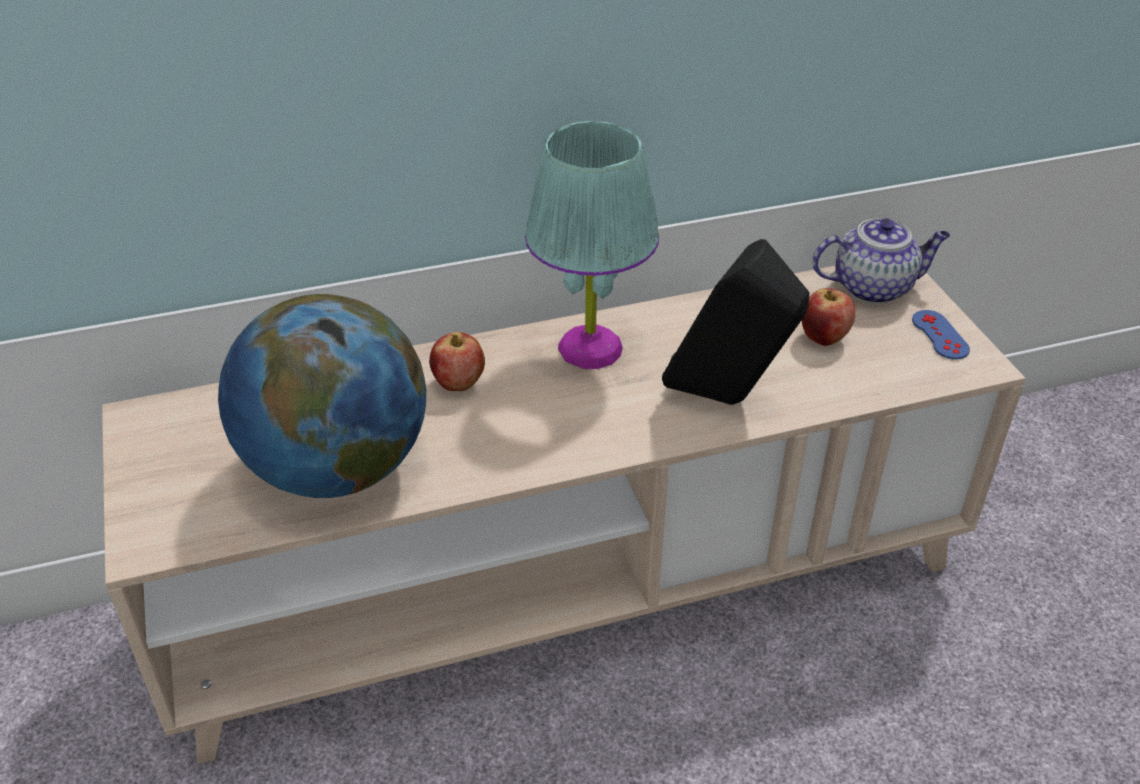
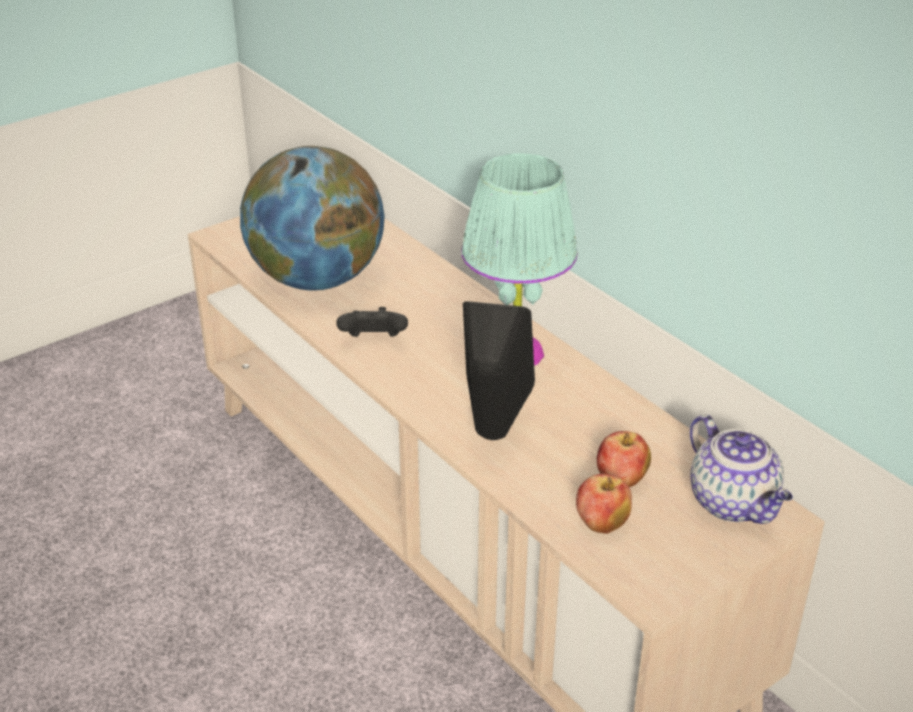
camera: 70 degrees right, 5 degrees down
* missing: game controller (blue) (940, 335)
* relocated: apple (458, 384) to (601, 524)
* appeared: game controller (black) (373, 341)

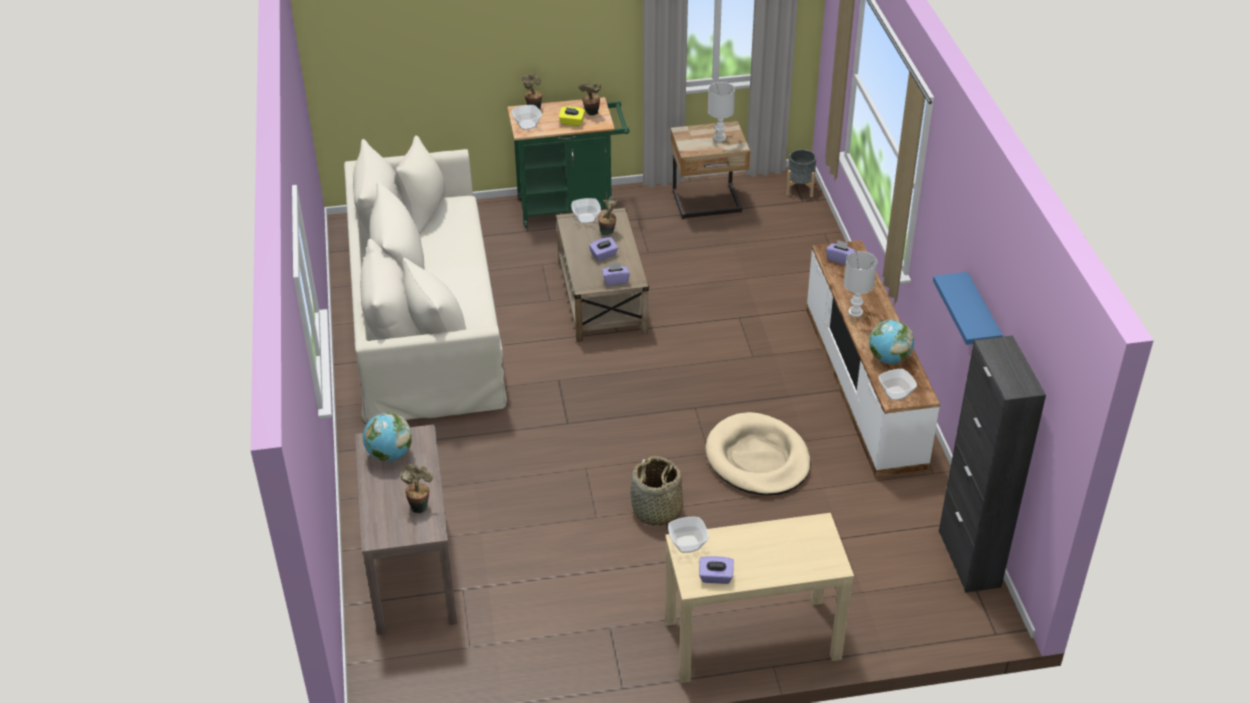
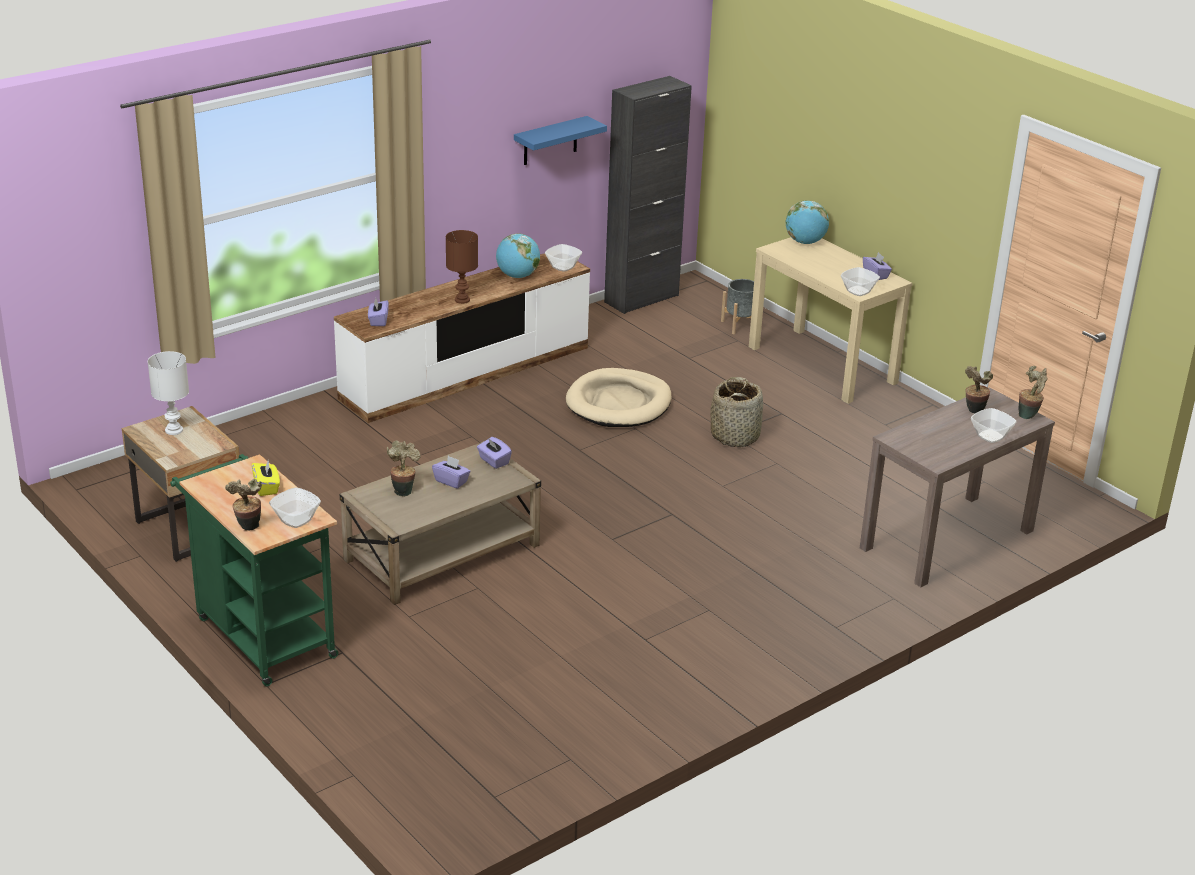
camera: 120 degrees left, 10 degrees down
* relocated: potted plant (591, 114) to (1029, 415)
* missing: sofa (beige) (426, 319)
* relocated: planter (grey) (799, 188) to (740, 325)
* relocated: bowl (585, 218) to (990, 437)
* colour: table lamp (white) (854, 312) to table lamp (brown) (462, 300)
* relocated: globe (389, 454) to (805, 242)

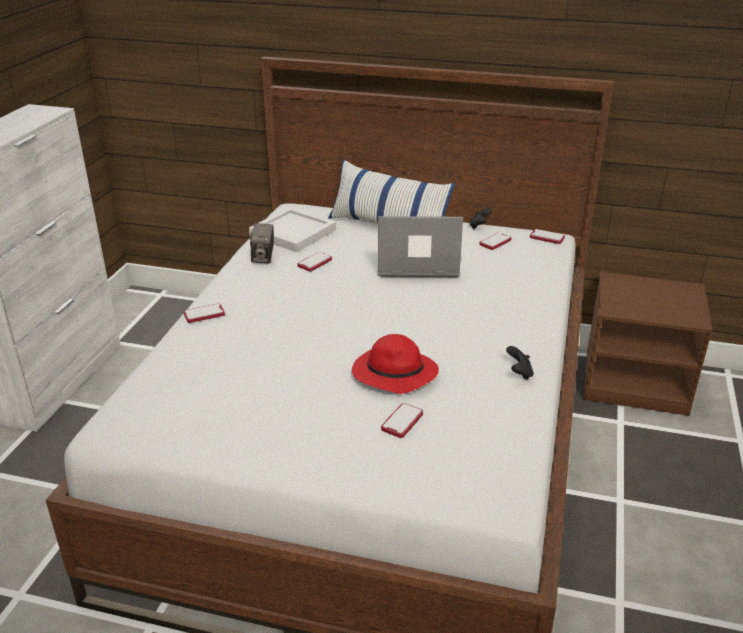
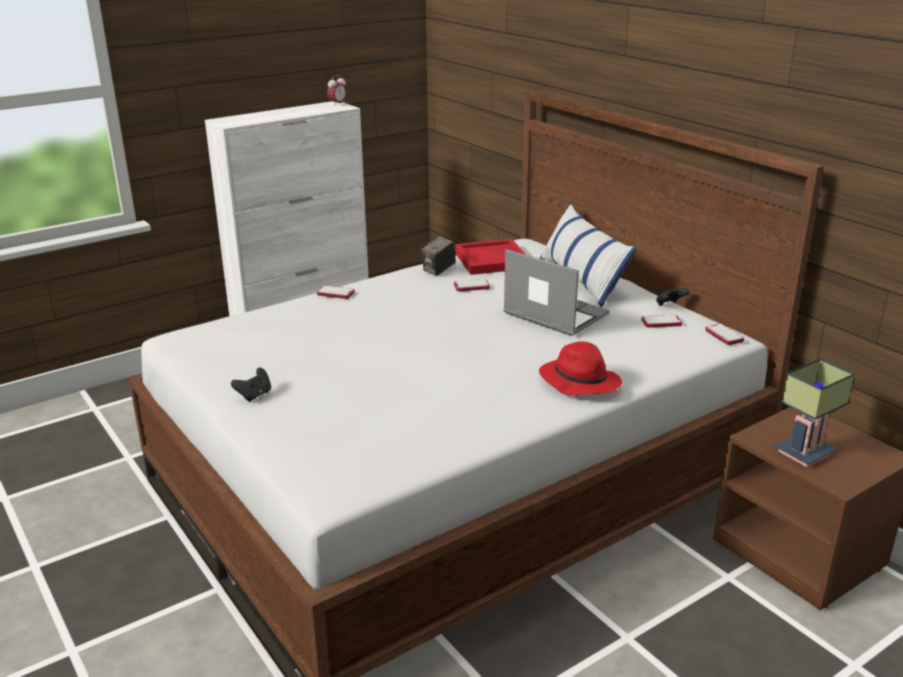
camera: 40 degrees right, 5 degrees down
* colour: tray (white) (293, 232) to tray (red) (492, 259)
* relocated: hat (red) (393, 374) to (578, 381)
* relocated: game controller (black) (519, 373) to (254, 395)
* missing: phone (402, 421)
* appeared: alarm clock (338, 104)
* appeared: table lamp (804, 451)

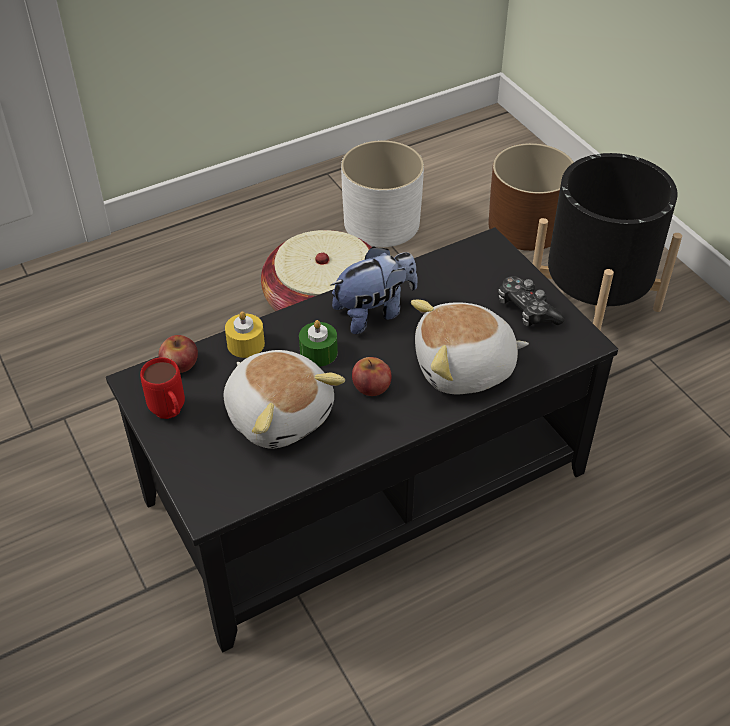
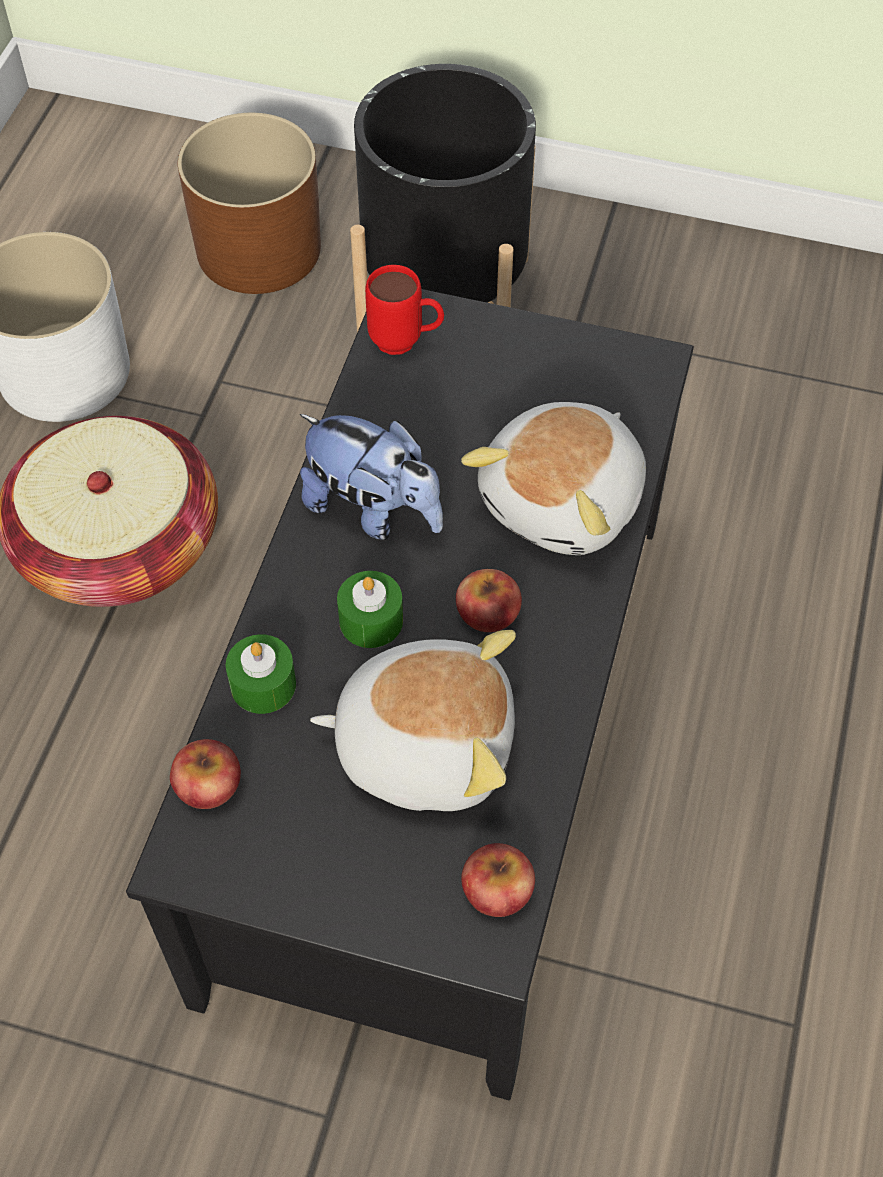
camera: 45 degrees left, 10 degrees up
* spun: plush toy (374, 312) = (373, 510) 105 degrees clockwise
* missing: game controller (527, 310)
* colour: candle (yellow) (246, 344) to candle (green) (263, 684)
* relocated: mug (red) (170, 414) to (406, 343)
* appeared: apple (497, 890)

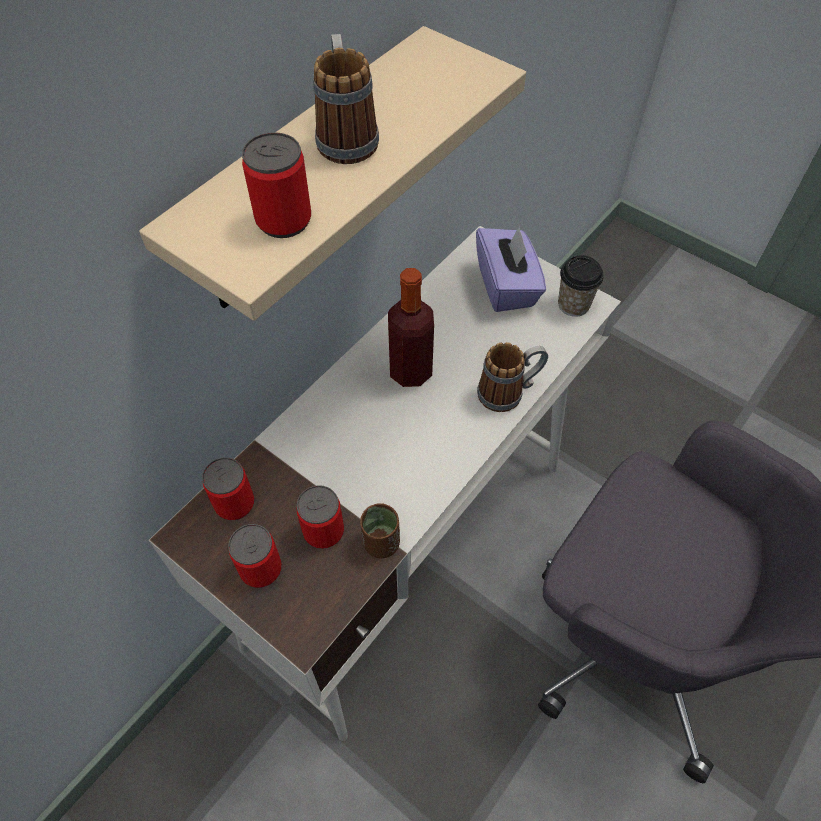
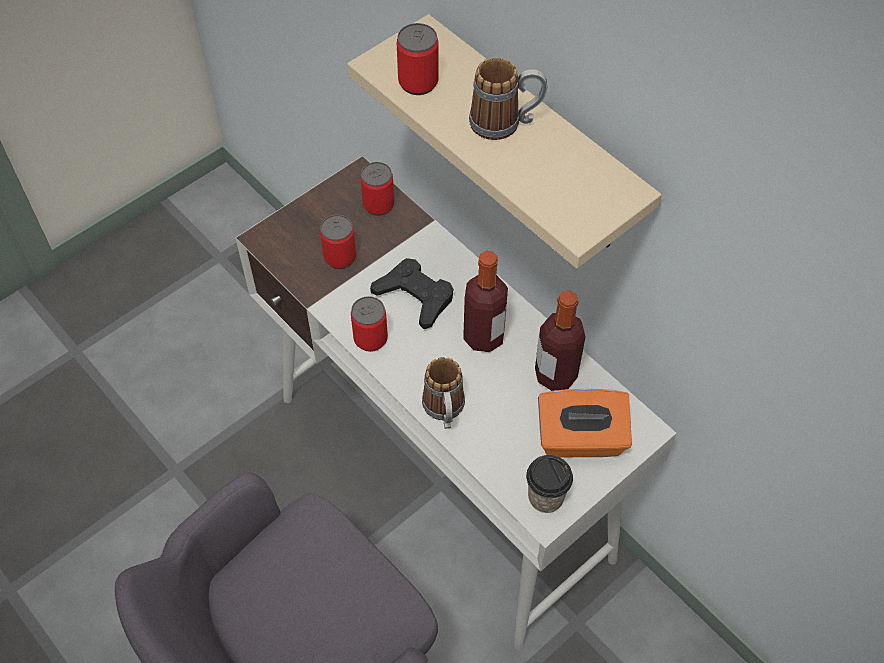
camera: 100 degrees right, 0 degrees up
* colour: tissue box (purple) (507, 286) to tissue box (orange) (581, 439)
* missing: cup (brown) (381, 543)
* relocated: can (261, 569) to (370, 338)
* appeared: game controller (black) (415, 296)
* appeared: bottle (555, 374)

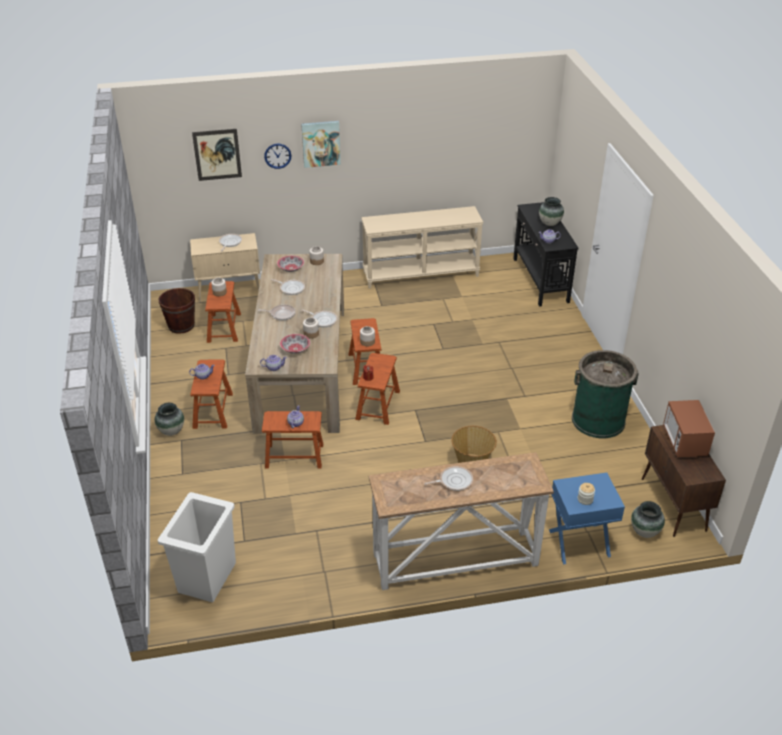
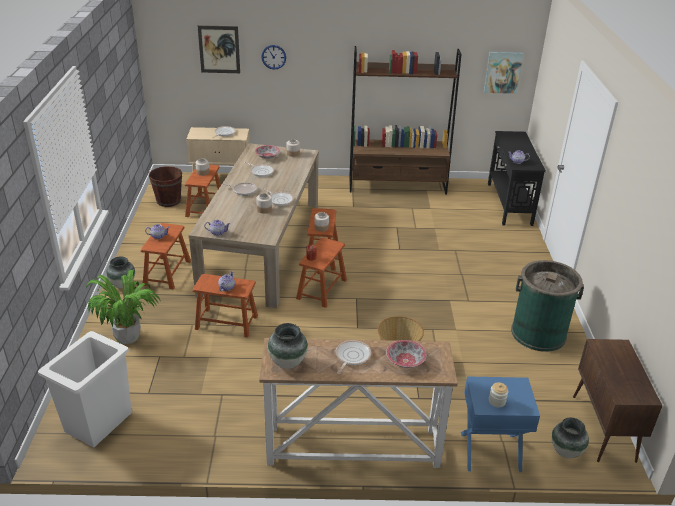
camera: 10 degrees right, 5 degrees down
* relocated: picture (321, 143) to (502, 72)
* relocated: vase (550, 223) to (288, 362)
* exchanged: console table (beige) (421, 273) to bookcase (brown) (397, 186)
* relocated: bowl (295, 349) to (405, 361)
* missing: microwave (684, 442)
* spun: frying pan (454, 481) = (351, 356) 60 degrees counterclockwise
* appeared: potted plant (127, 337)

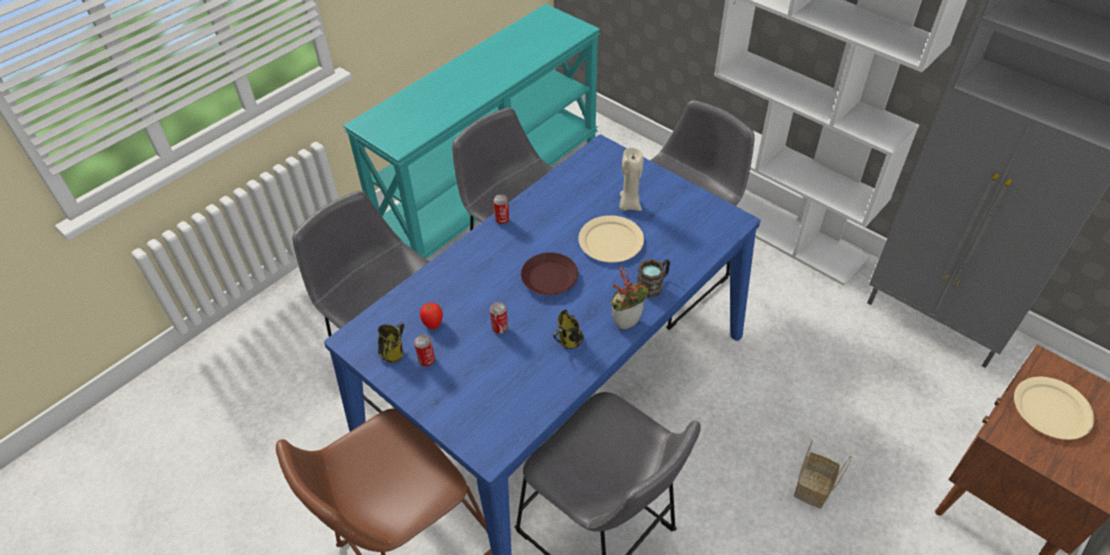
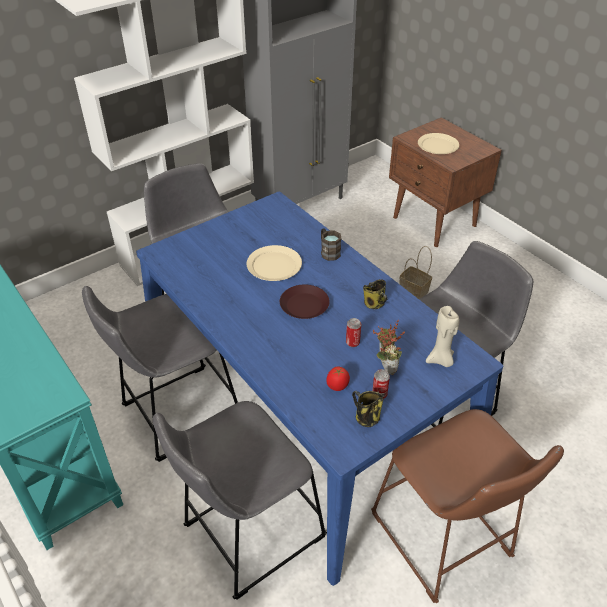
camera: 80 degrees left, 5 degrees down
* relocated: candle (beige) (629, 205) to (440, 360)
* missing: can (502, 220)
* relocated: potted plant (627, 320) to (385, 367)

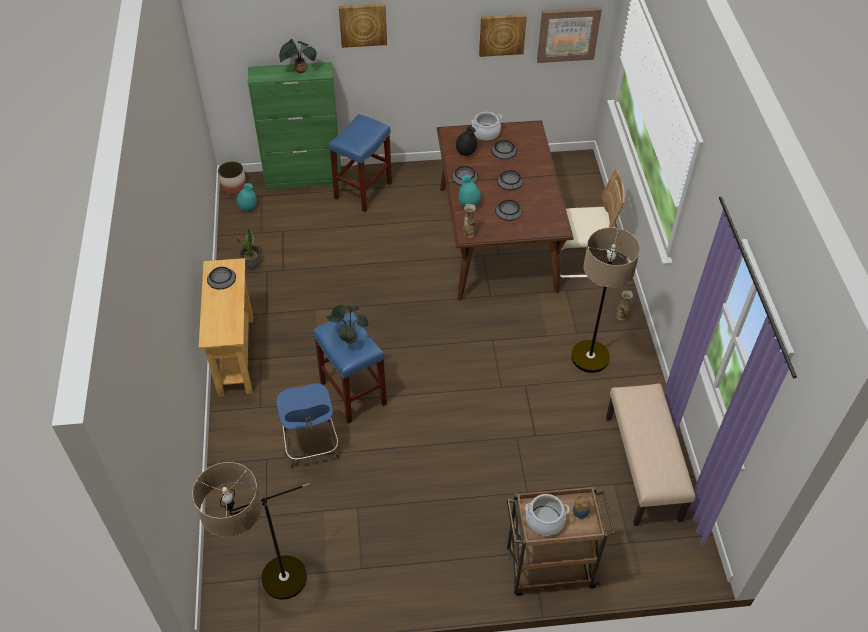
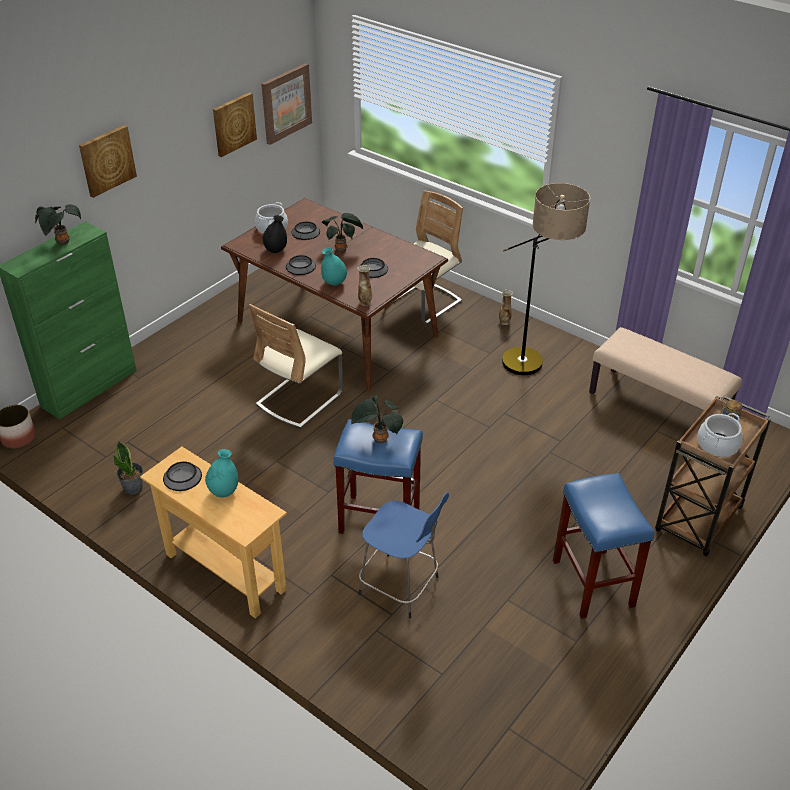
camera: 45 degrees left, 10 degrees down
* relocated: stool (blue) (363, 191) to (594, 584)
* exchanged: bowl (509, 181) to potted plant (342, 249)
* relocated: vase (turquoise) (248, 208) to (224, 491)
* missing: floor lamp (271, 591)
* appeared: chair (beige) (299, 399)

